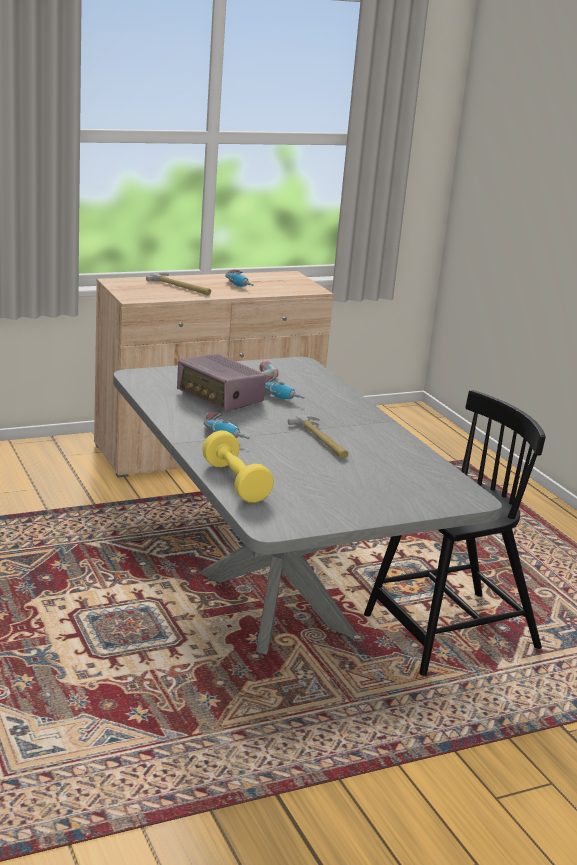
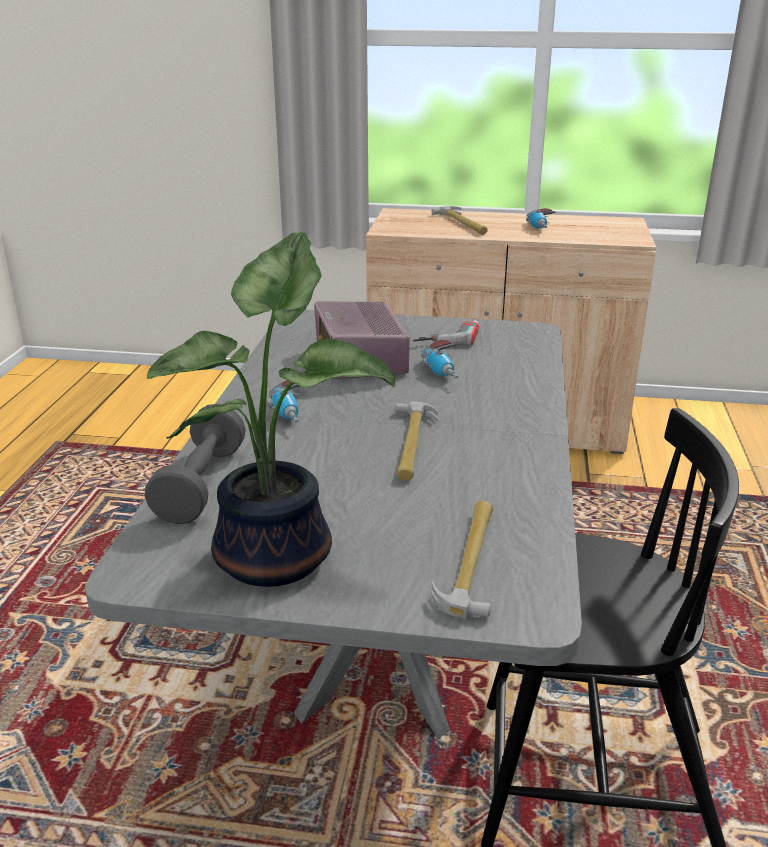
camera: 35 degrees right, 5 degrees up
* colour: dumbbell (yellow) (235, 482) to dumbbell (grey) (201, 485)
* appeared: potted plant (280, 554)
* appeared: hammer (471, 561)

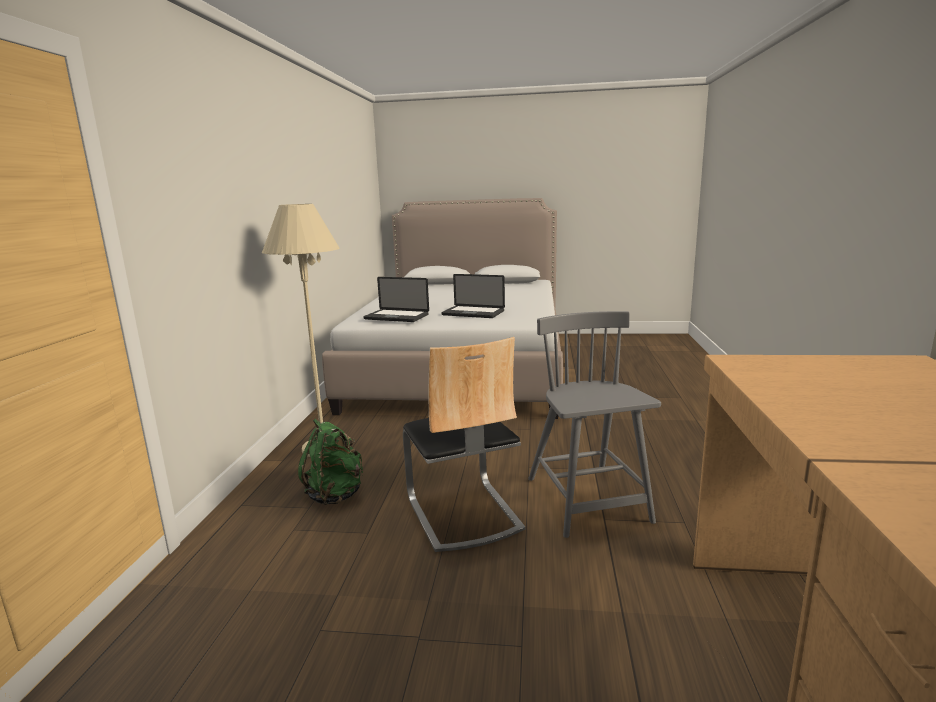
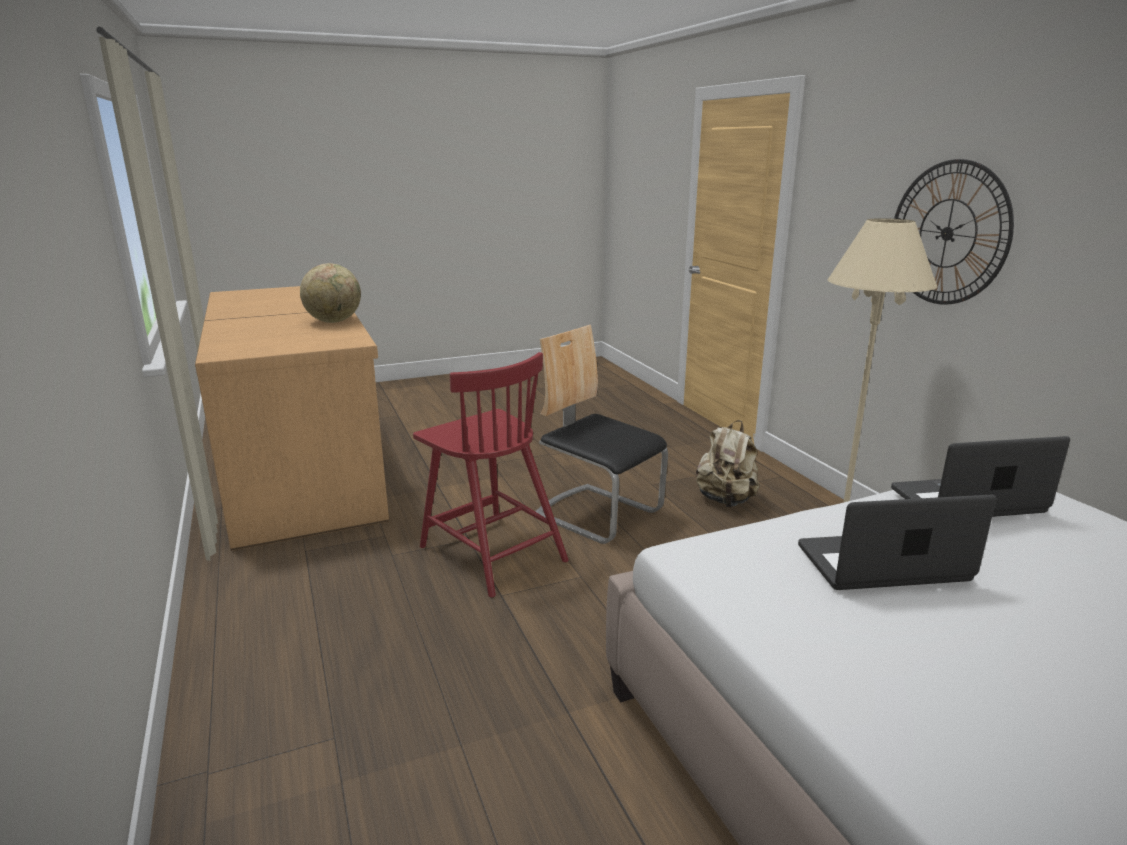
camera: 150 degrees right, 5 degrees up
* colour: chair (grey) (588, 501) to chair (red) (491, 552)
* colour: backpack (green) (336, 495) to backpack (beige) (726, 500)
* appeared: wall clock (947, 233)
* appeared: globe (334, 321)

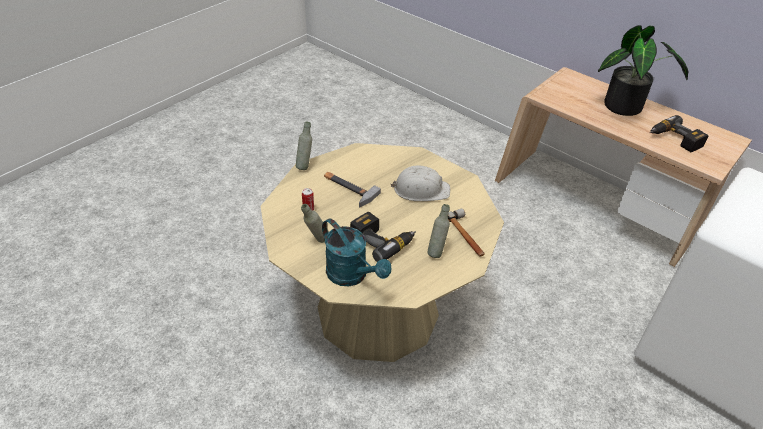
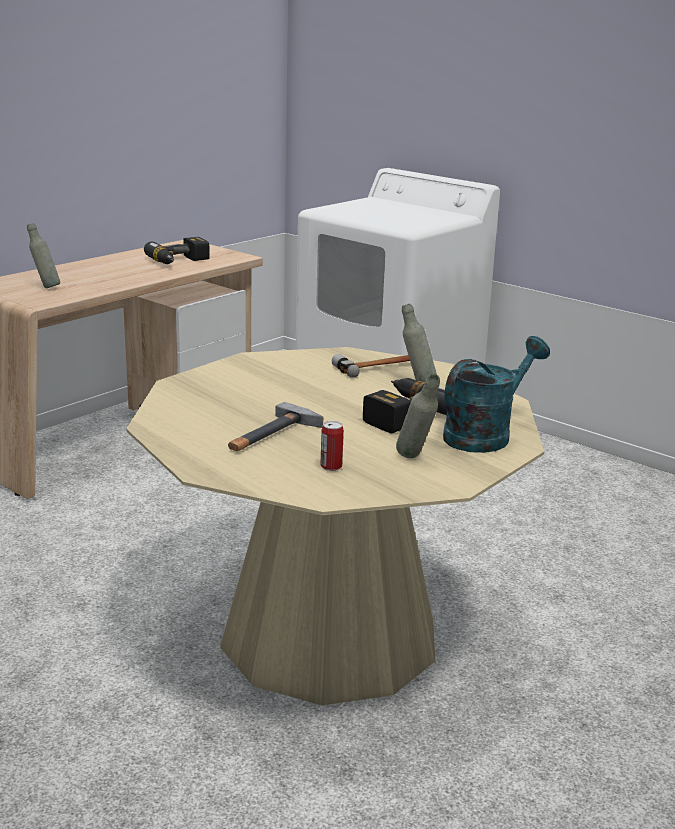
camera: 90 degrees left, 20 degrees down
* missing: potted plant (627, 108)
* relocated: bottle (grey) (305, 166) to (45, 287)
* missing: hard hat (white) (421, 189)

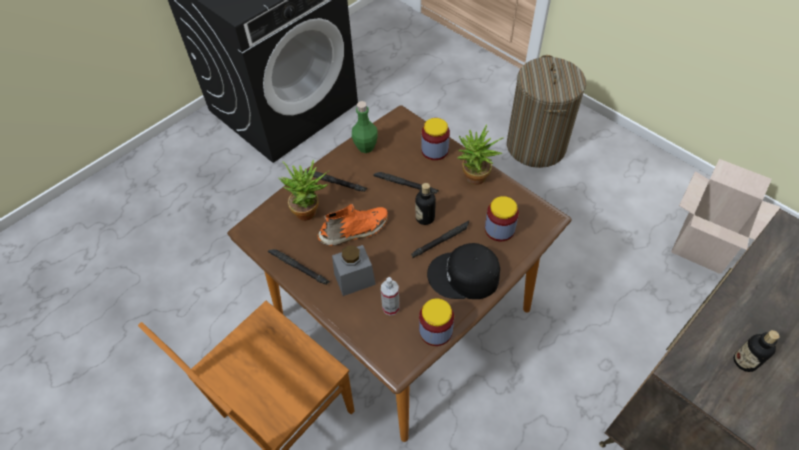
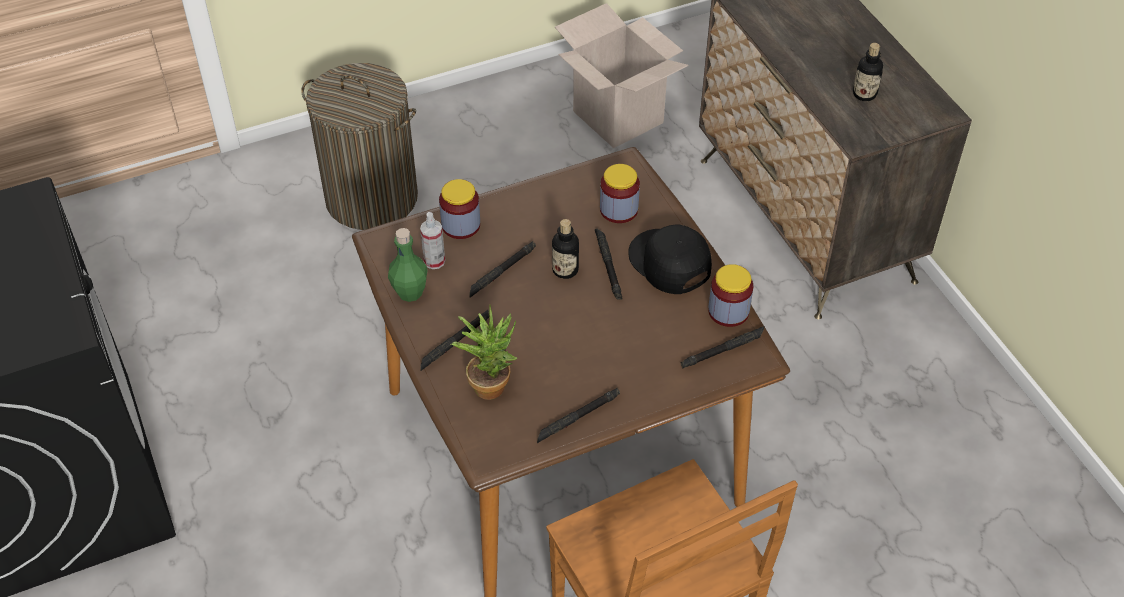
camera: 70 degrees left, 5 degrees down
* missing: potted plant (474, 180)
* missing: shoe (orange) (355, 231)
* spun: cap (black) (464, 276) = (668, 262) 120 degrees clockwise
* missing: jar (grey) (354, 279)
* relocated: spray bottle (391, 307) to (434, 261)
* appeared: flashlight (black) (723, 350)

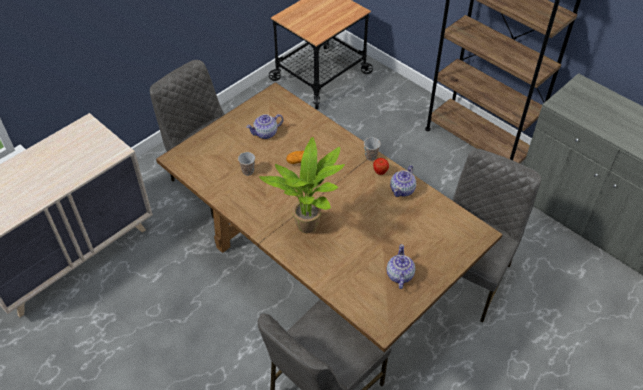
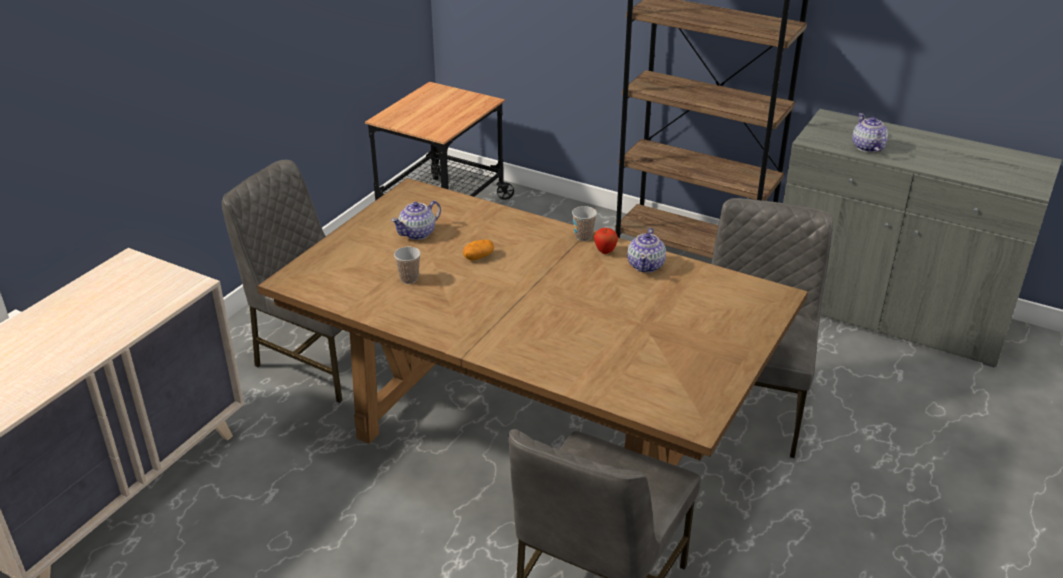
camera: 15 degrees left, 15 degrees down
* missing: potted plant (309, 229)
* relocated: teapot (399, 275) to (867, 147)

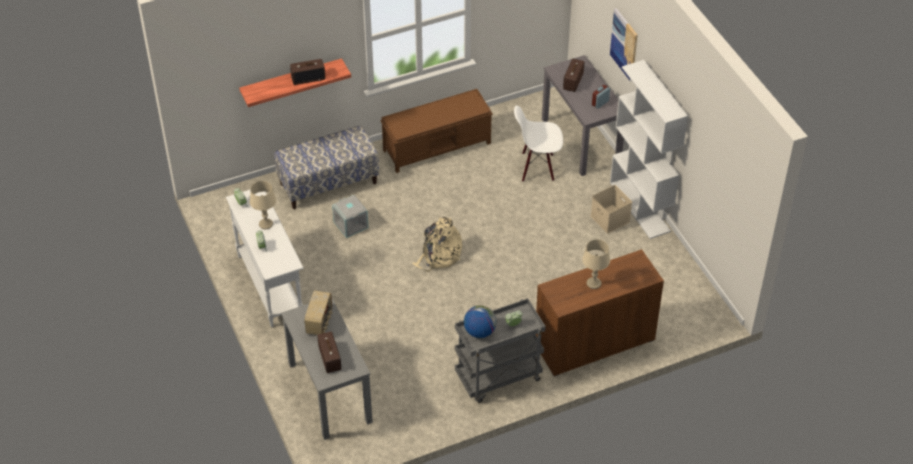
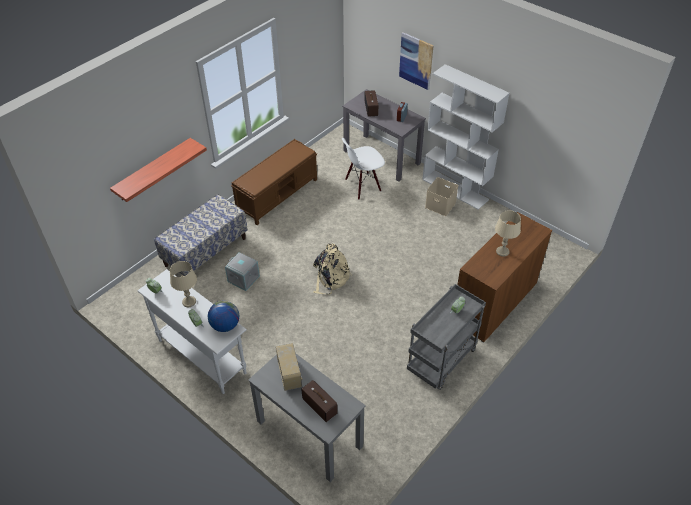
camera: 25 degrees left, 0 degrees up
* missing: radio (308, 78)
* relocated: globe (479, 331) to (225, 325)

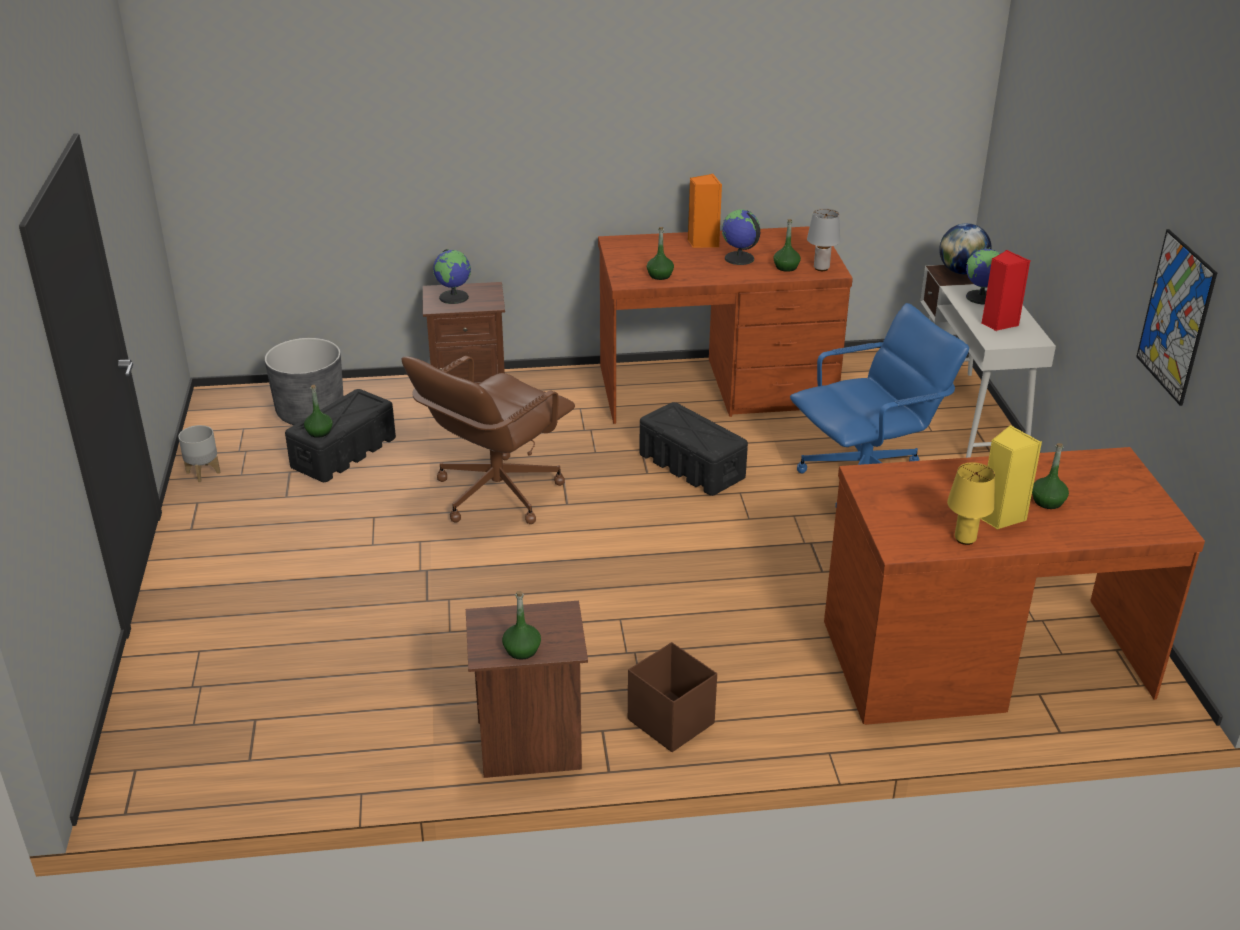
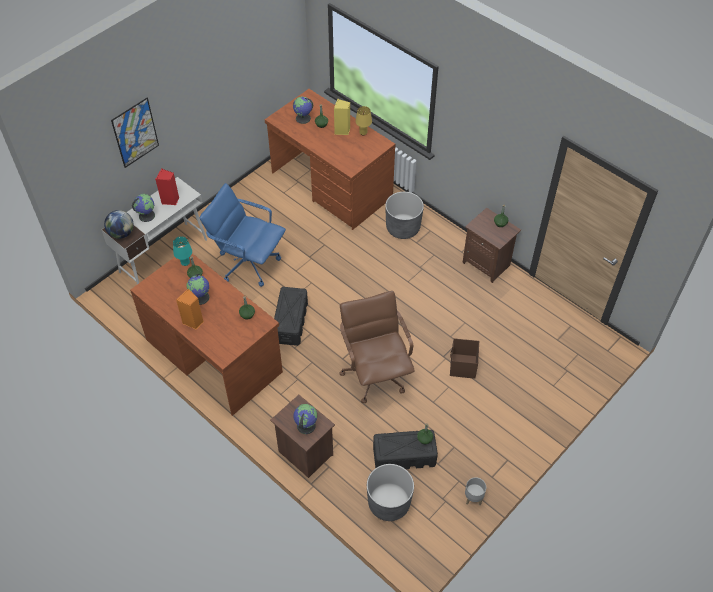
camera: 130 degrees left, 20 degrees up
* colour: table lamp (grey) (821, 268) to table lamp (turquoise) (185, 263)
* relocated: picture (1175, 317) to (135, 132)
* spun: office chair (brown) (495, 493) = (375, 373) 105 degrees counterclockwise
* relocated: storage box (brown) (670, 721) to (462, 366)
* appeared: globe (303, 118)
* appeared: planter (grey) (403, 228)

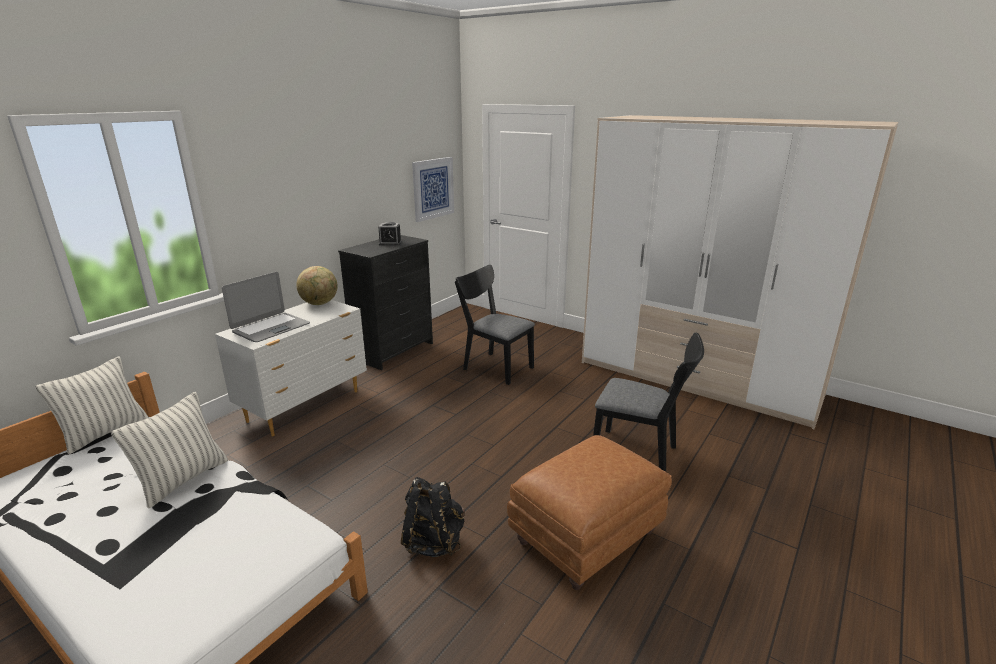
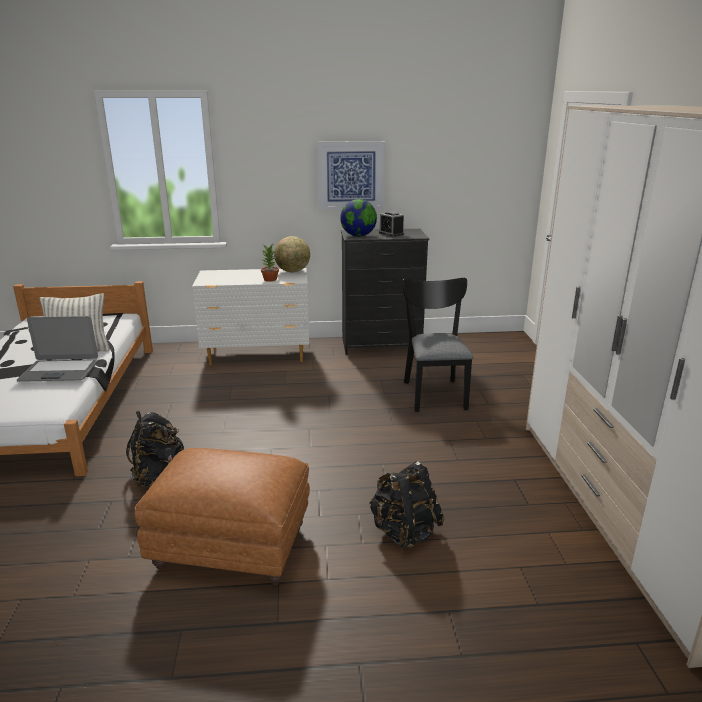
camera: 50 degrees right, 0 degrees up
* relocated: picture (433, 188) to (351, 176)
* relocated: laptop (270, 328) to (59, 371)
* exchanged: chair (black) (641, 455) to backpack (black) (404, 532)
* missing: pillow (105, 433)
* appeared: globe (358, 236)
* appeared: potted plant (270, 279)

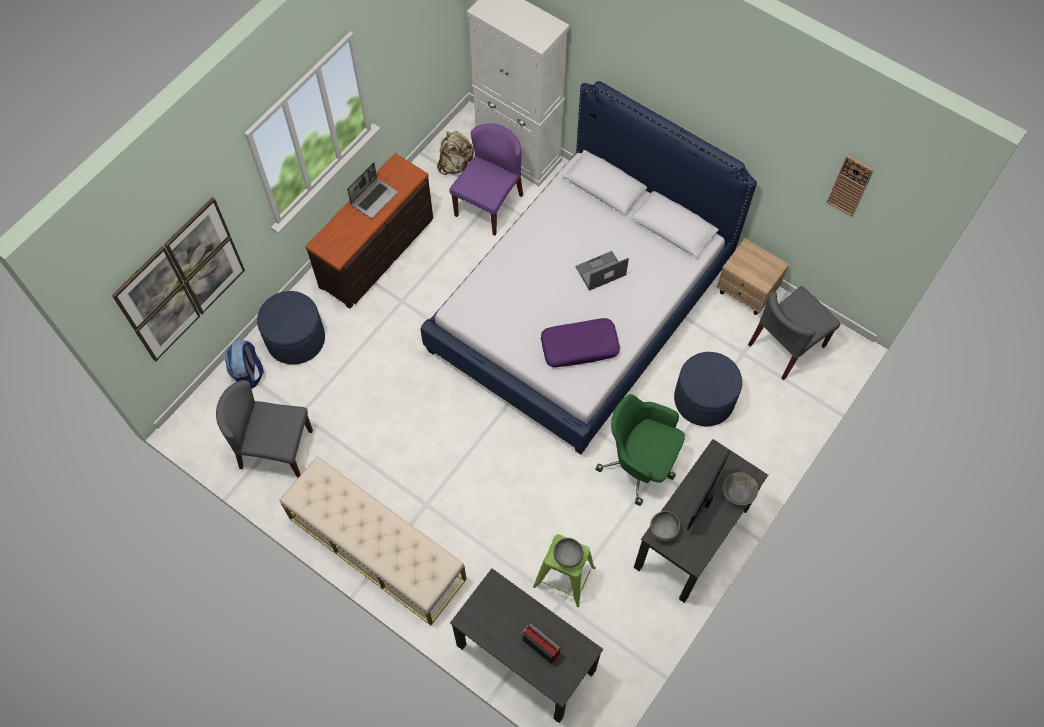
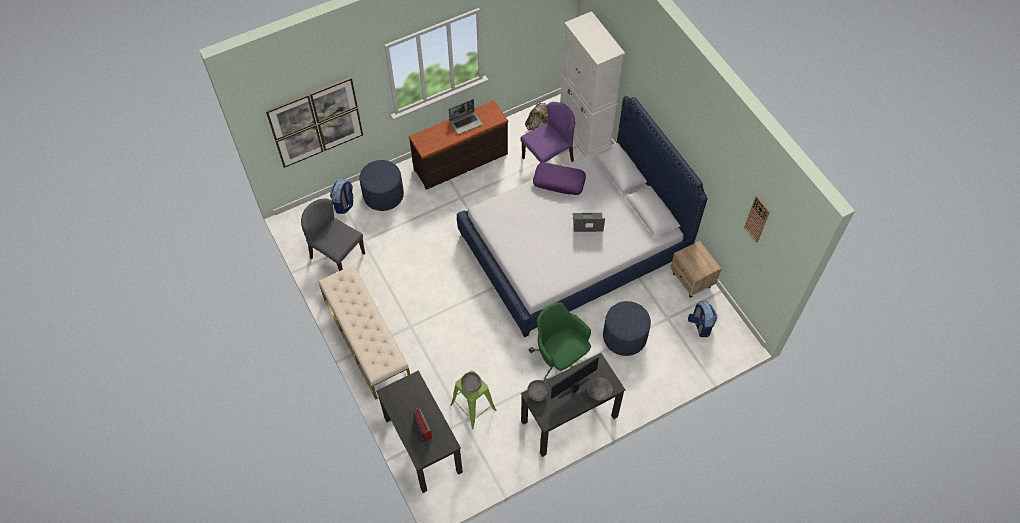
camera: 25 degrees right, 5 degrees down
* exchanged: chair (grey) (786, 346) to backpack (700, 326)
* relocated: pillow (purple) (579, 346) to (559, 182)

